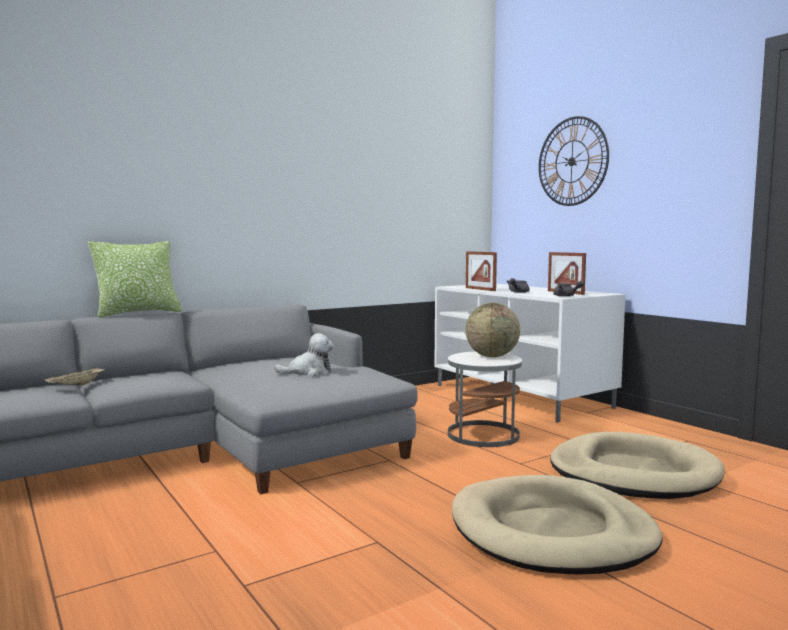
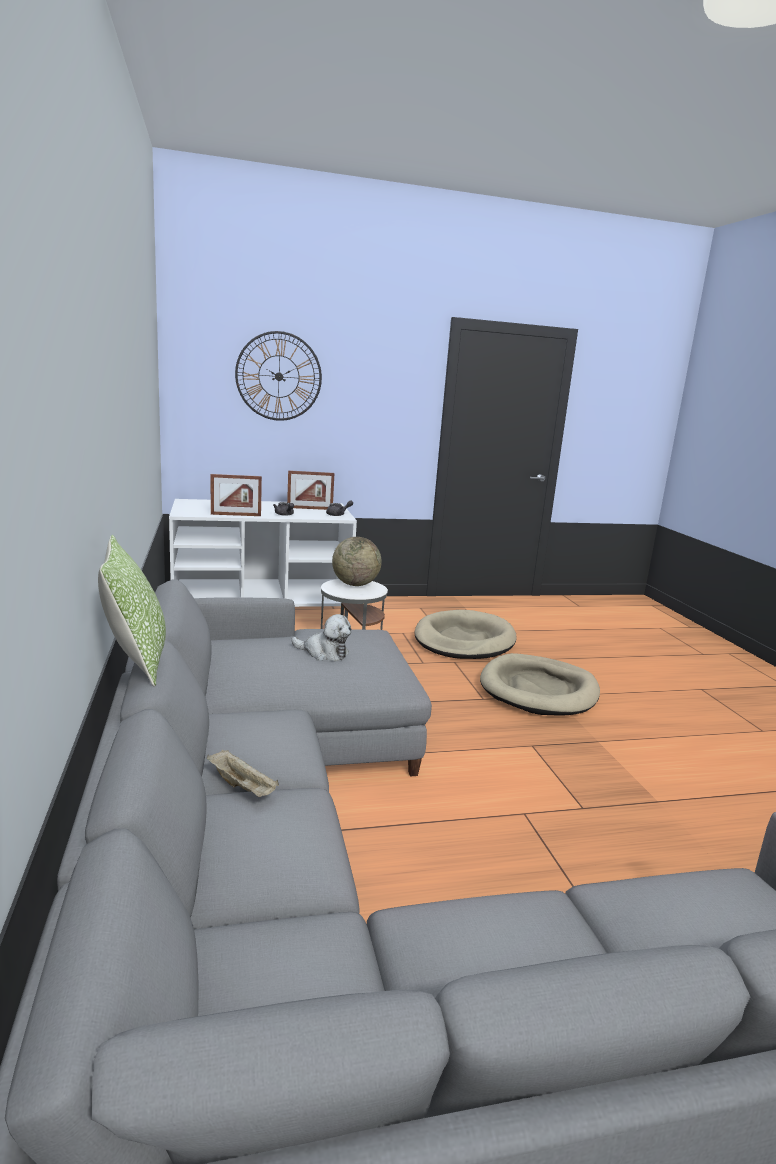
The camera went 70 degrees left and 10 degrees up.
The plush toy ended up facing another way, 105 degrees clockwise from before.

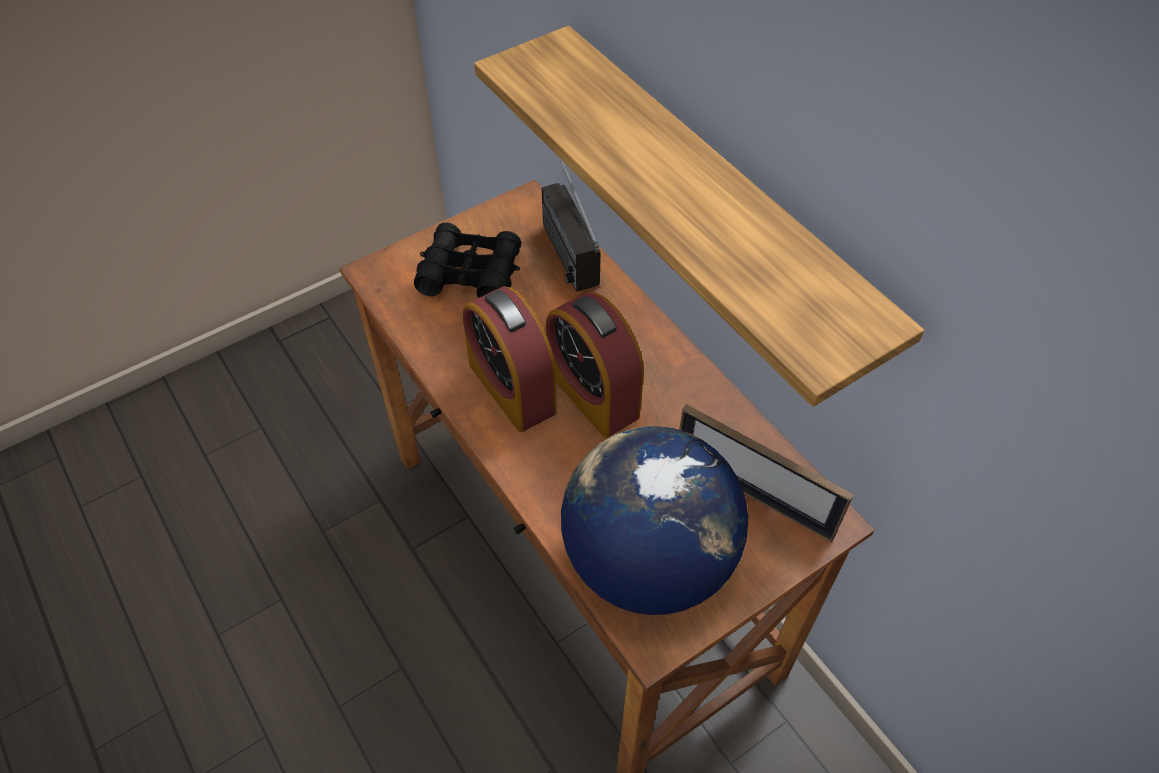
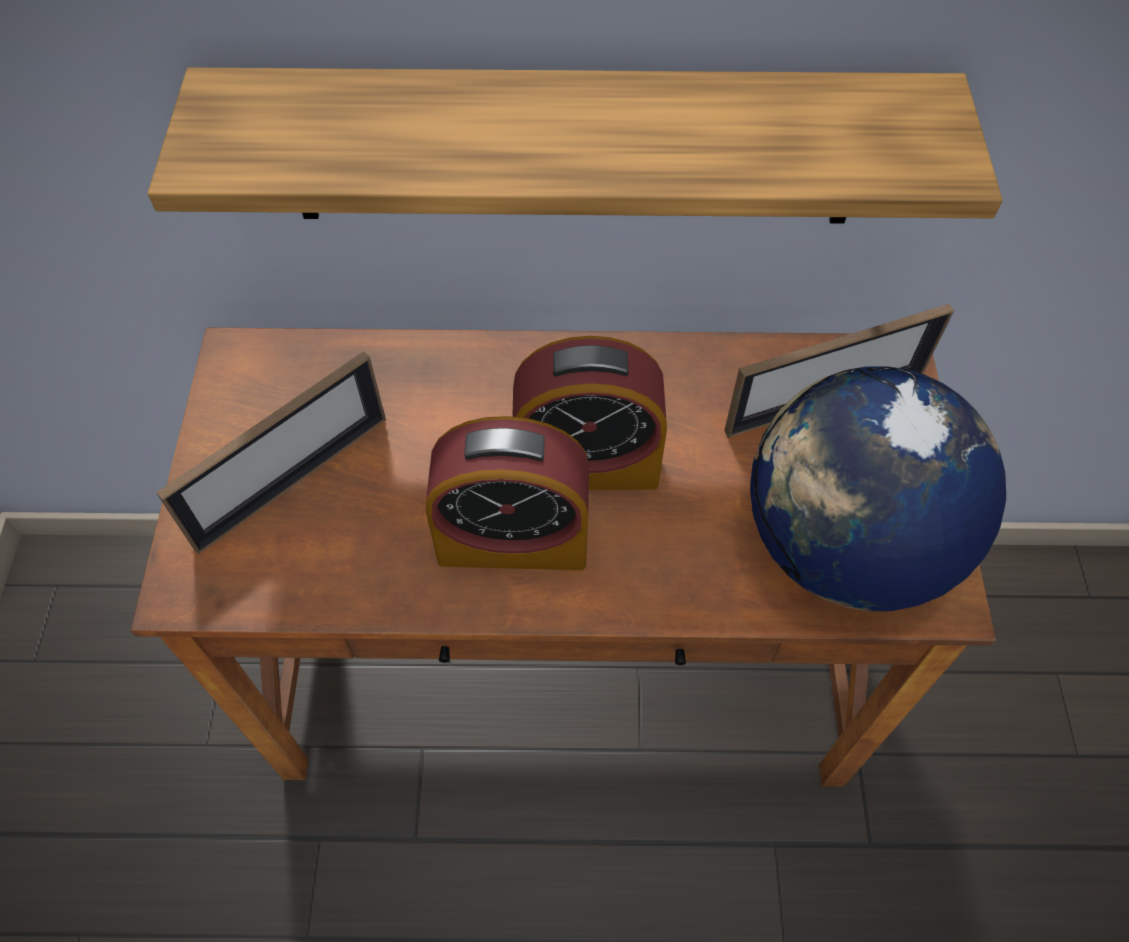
The camera went 55 degrees left and 5 degrees up.
Where the black binoculars stood, the picture frame (no. 1 from left) came to stand.
The second view lost the radio.

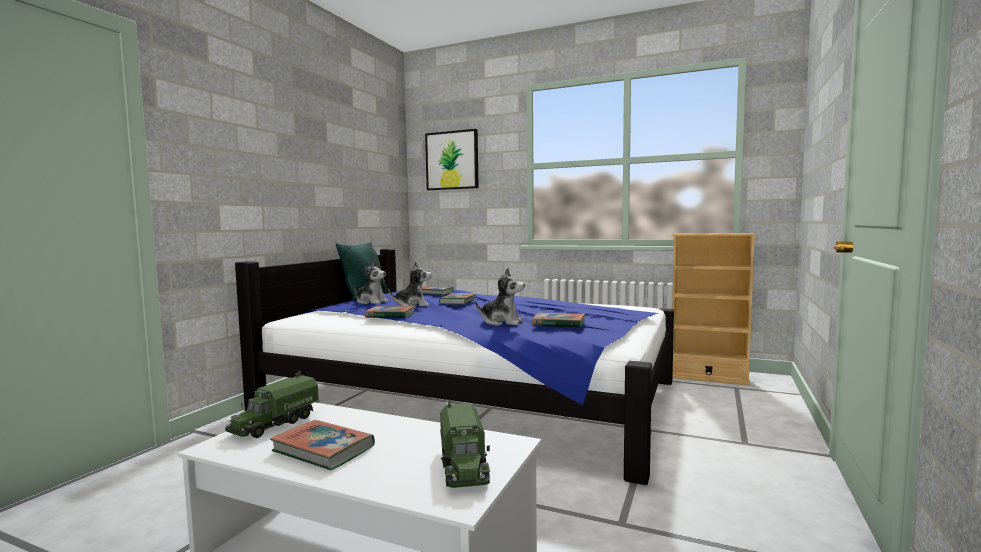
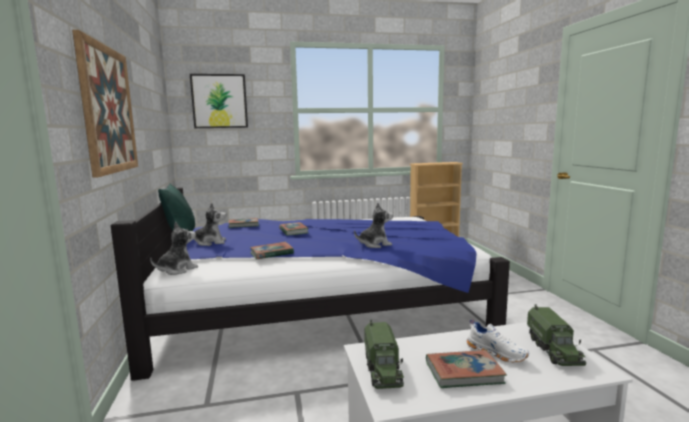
The camera went 35 degrees left and 5 degrees up.
The second view gained the picture (no. 1 from left).
The plush toy (no. 2 from left in the first image) ended up elsewhere.
The second view gained the white shoe.
The toy truck (no. 2 from left) ended up facing another way, 45 degrees clockwise from before.
The second view lost the book (no. 5 from left).

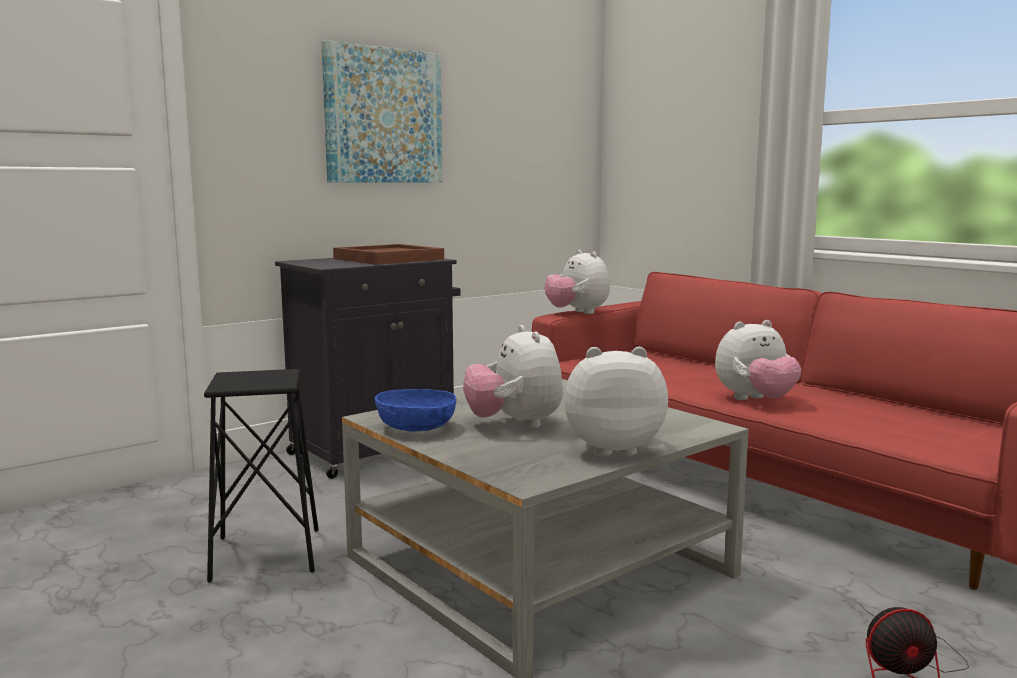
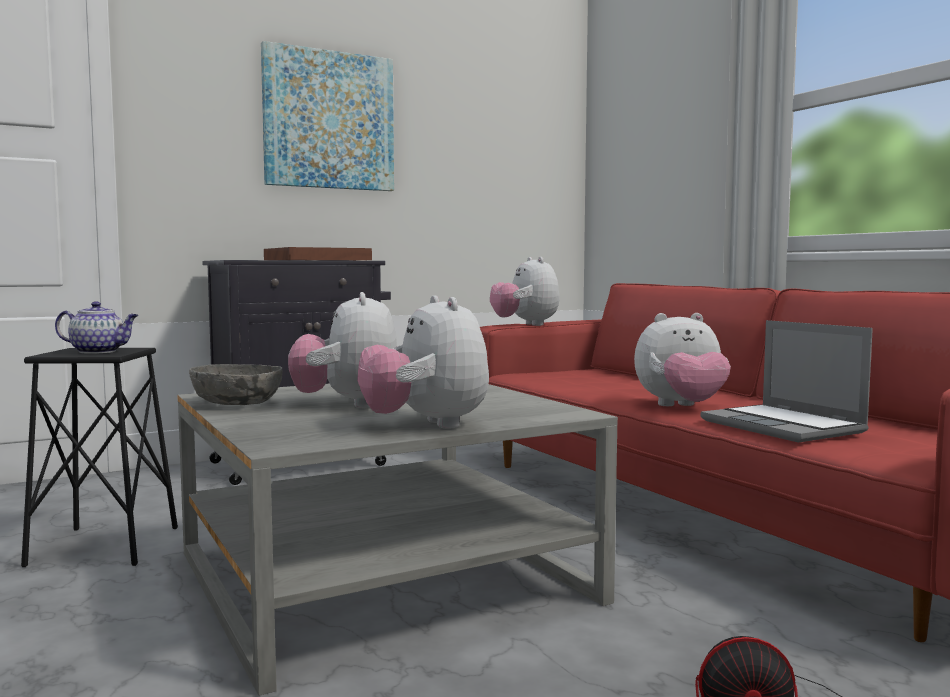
The camera went 10 degrees right and 5 degrees down.
The second view gained the teapot.
What was the blue bowl turned into the grey bowl.
The plush toy (no. 3 from left in the first image) ended up facing another way, 120 degrees counterclockwise from before.
The second view gained the laptop.

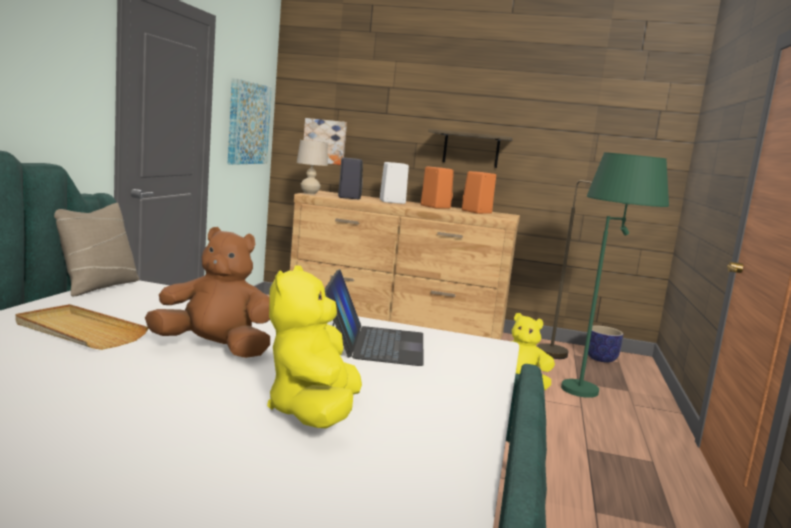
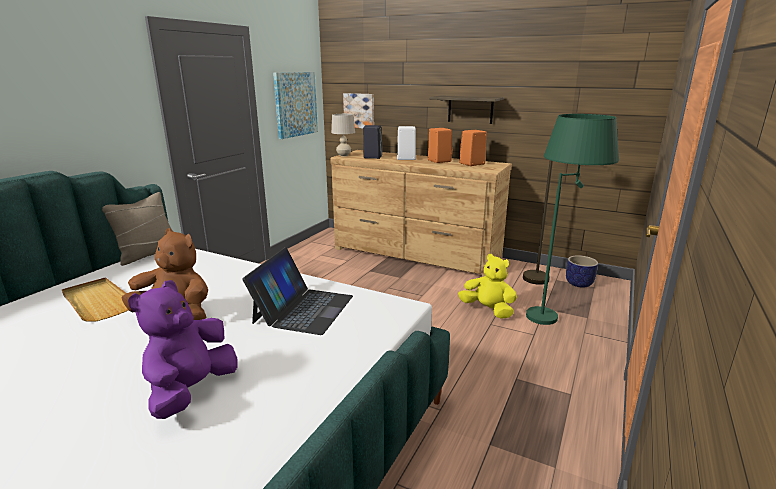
The camera went 15 degrees right and 10 degrees up.
What was the yellow plush toy (no. 1 from left) turned into the purple plush toy.

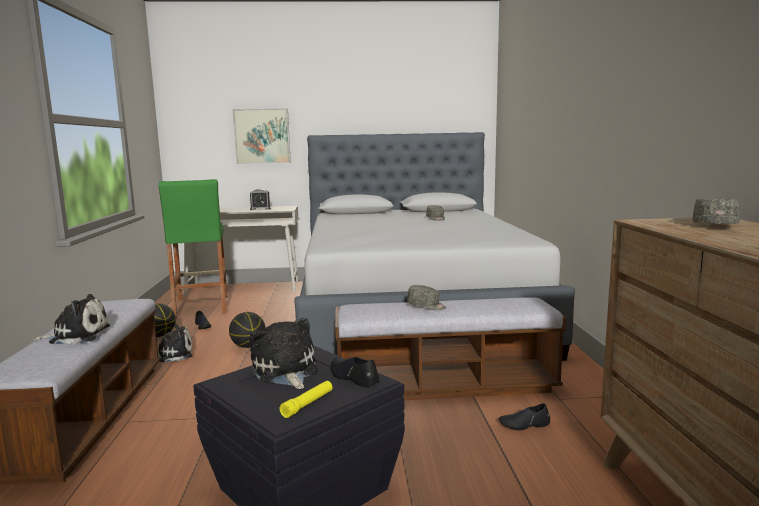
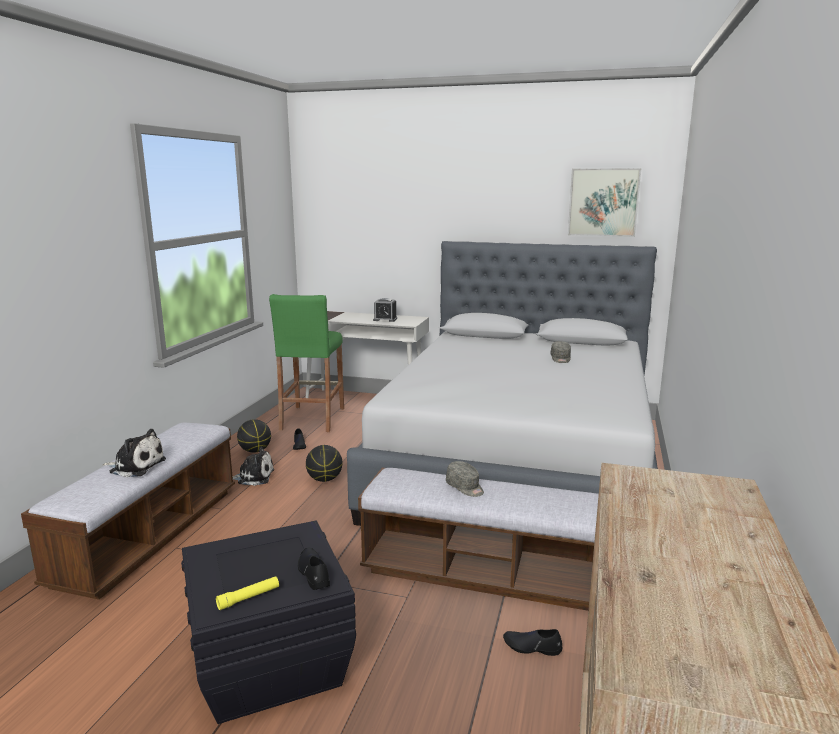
The camera went 20 degrees right and 5 degrees up.
The picture ended up elsewhere.
The second view lost the plush toy (no. 3 from left).
The second view lost the grey cap (no. 3 from left).

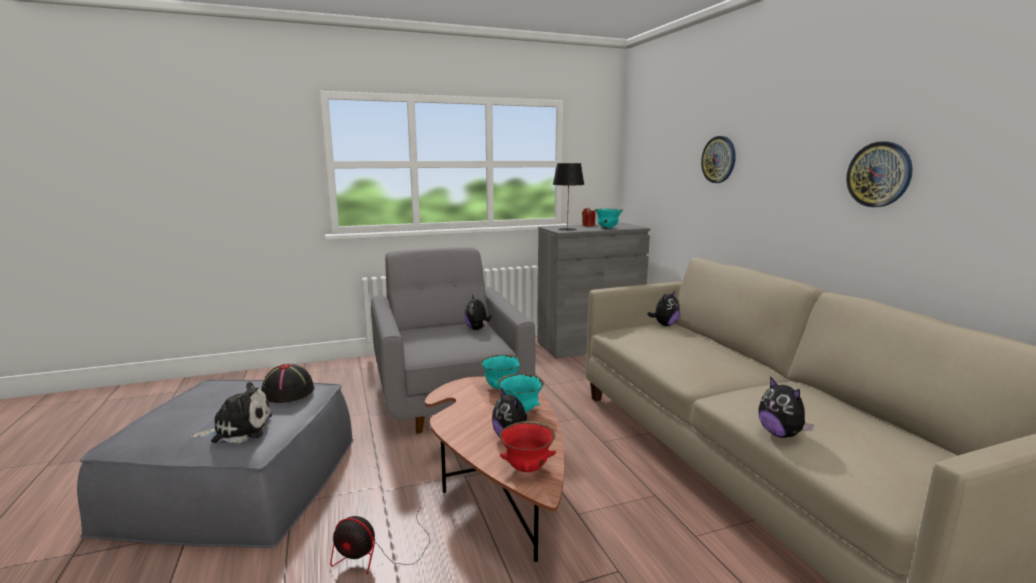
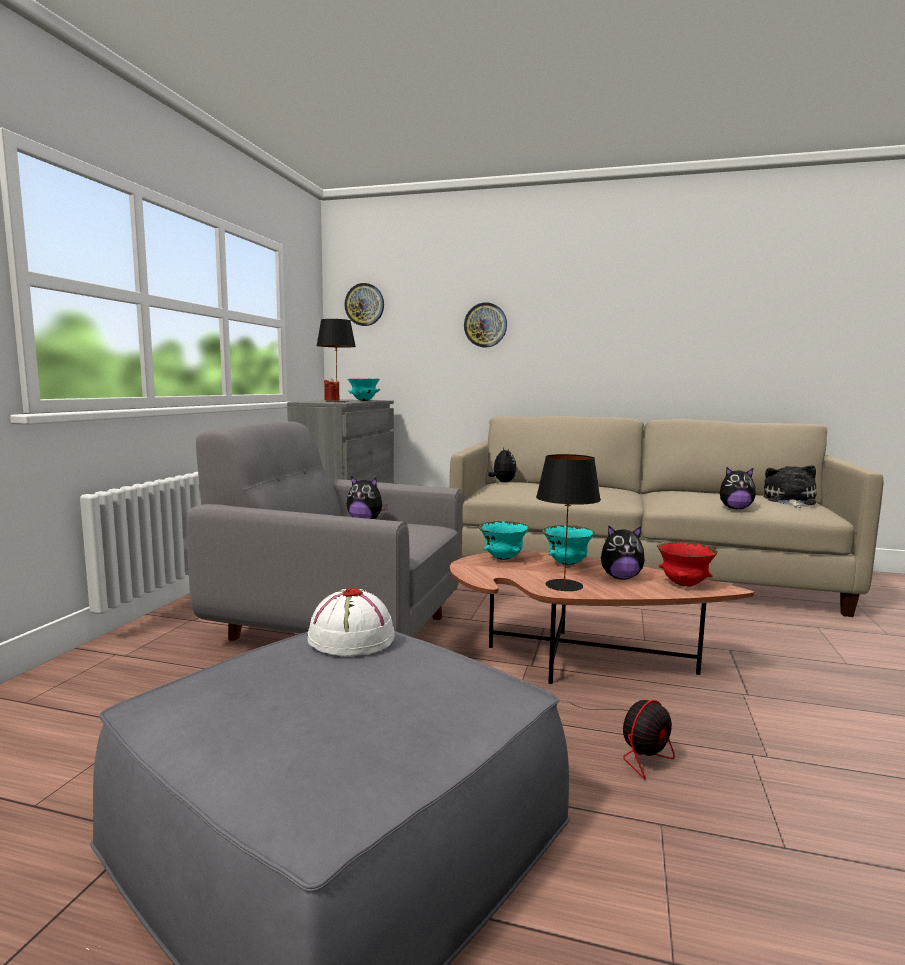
The camera went 55 degrees left and 5 degrees down.
What was the black hat turned into the white hat.
The wall clock (no. 2 from left in the first image) ended up elsewhere.
The second view gained the black table lamp (no. 2 from left).
The plush toy (no. 1 from left in the first image) ended up elsewhere.

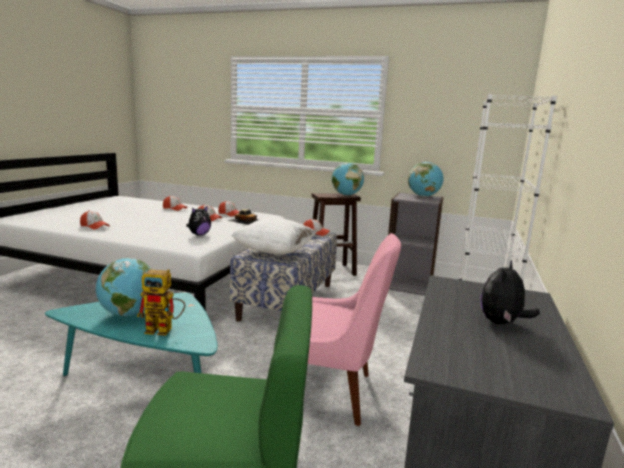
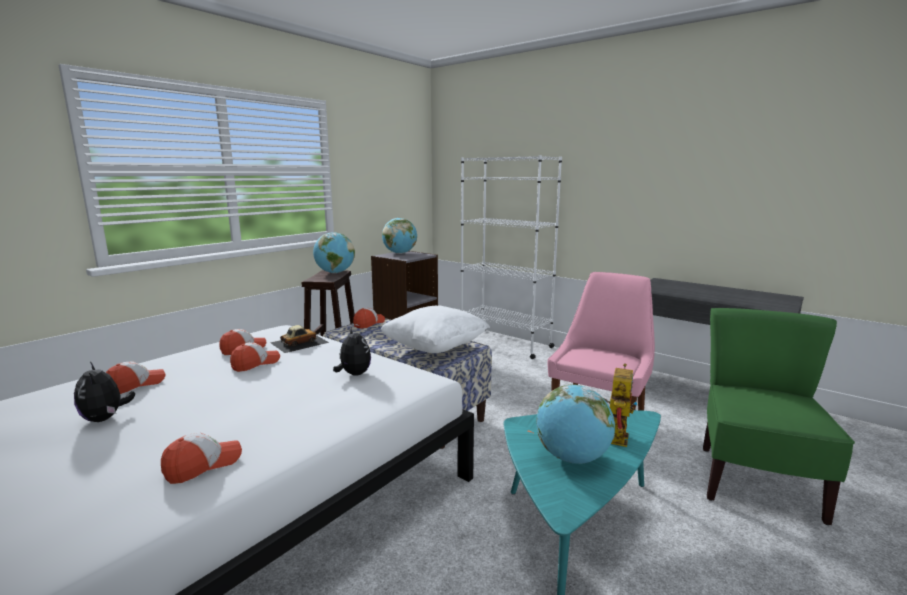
The camera went 70 degrees left and 0 degrees up.
The plush toy (no. 2 from left in the first image) ended up elsewhere.

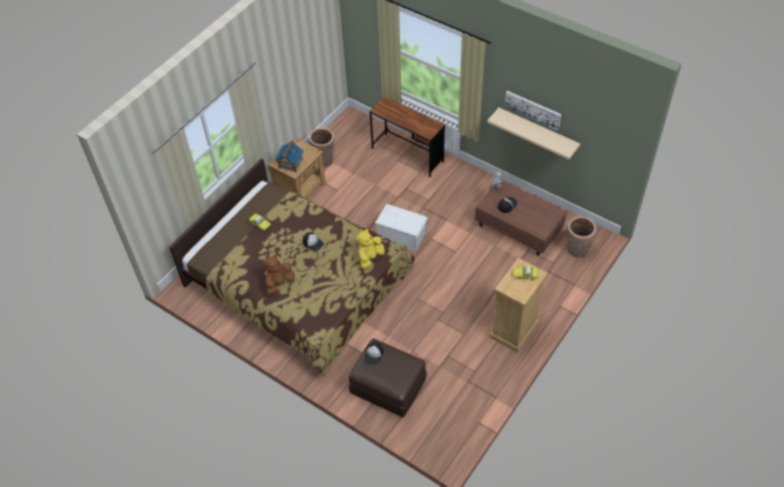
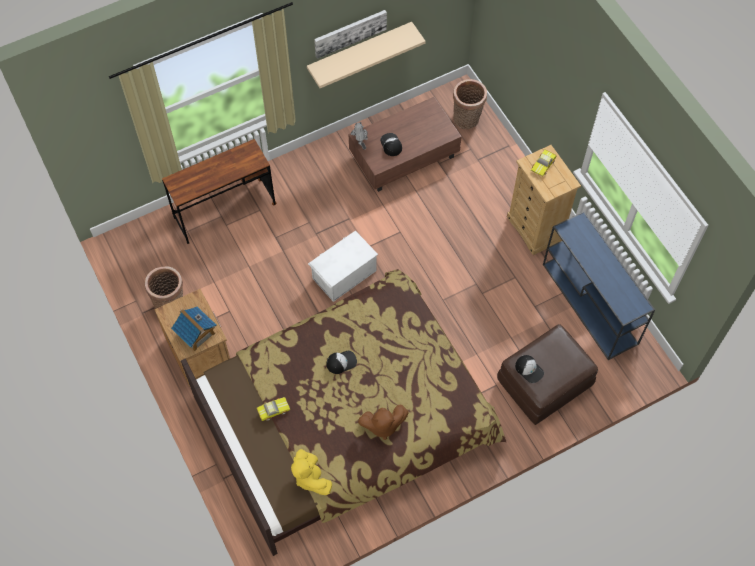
The camera went 65 degrees left and 10 degrees up.
The yellow plush toy ended up elsewhere.
The brown plush toy ended up facing another way, 75 degrees counterclockwise from before.
The second view gained the blue console table.

